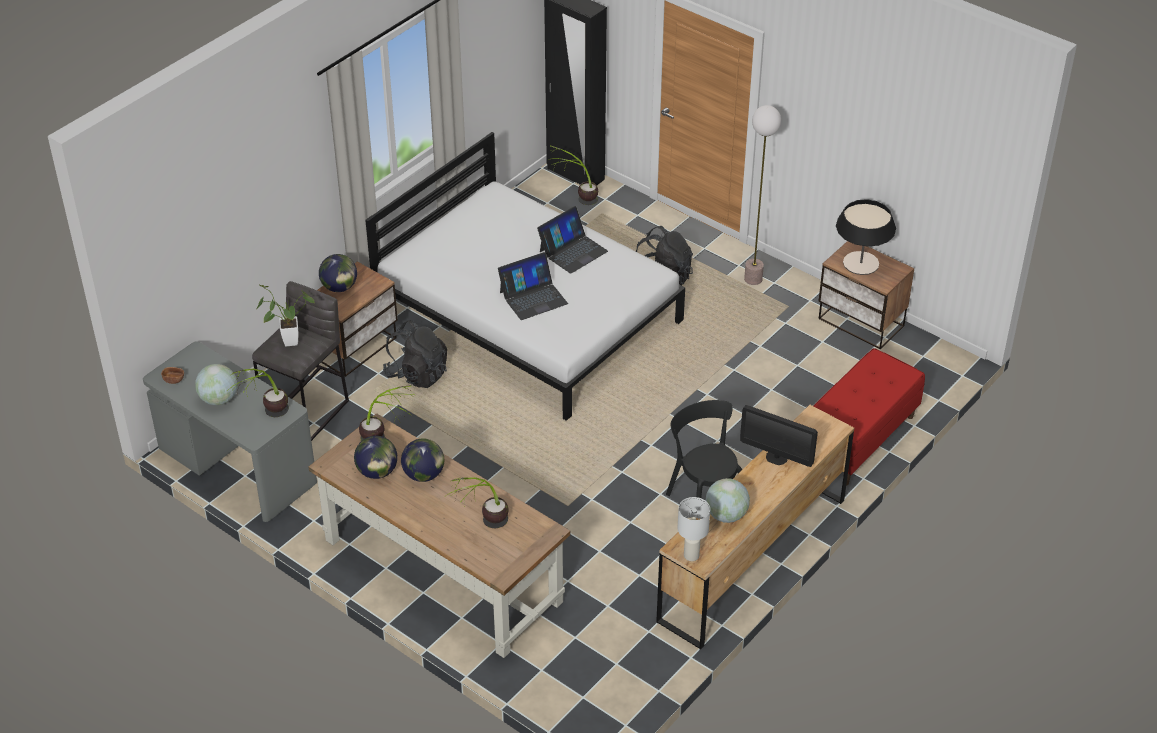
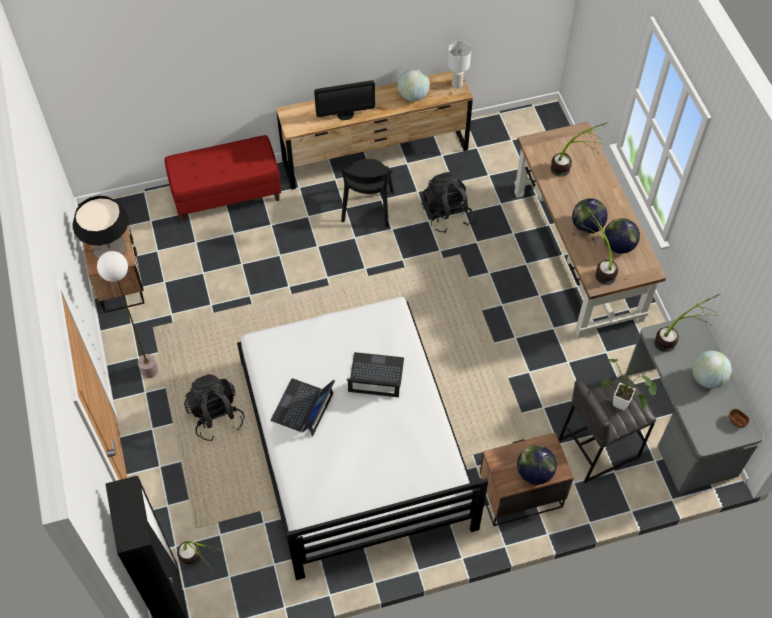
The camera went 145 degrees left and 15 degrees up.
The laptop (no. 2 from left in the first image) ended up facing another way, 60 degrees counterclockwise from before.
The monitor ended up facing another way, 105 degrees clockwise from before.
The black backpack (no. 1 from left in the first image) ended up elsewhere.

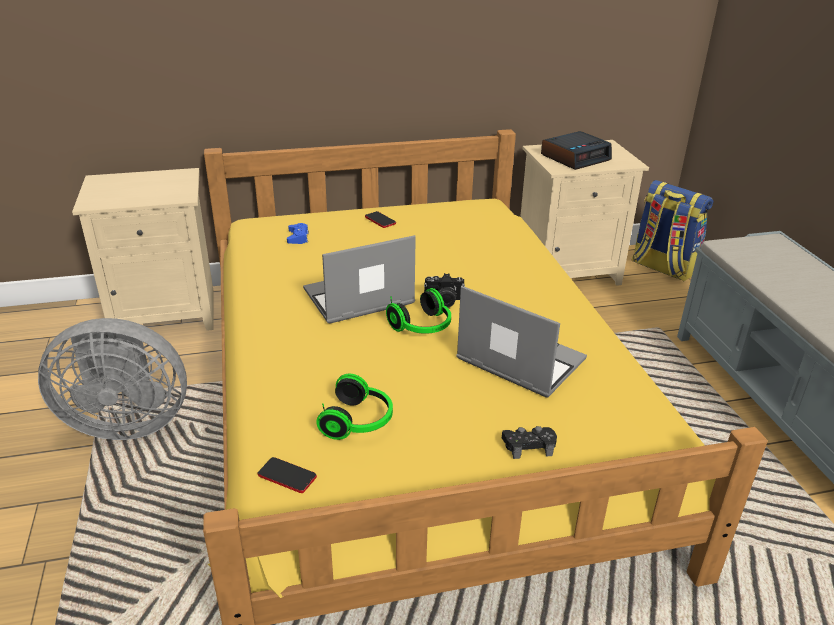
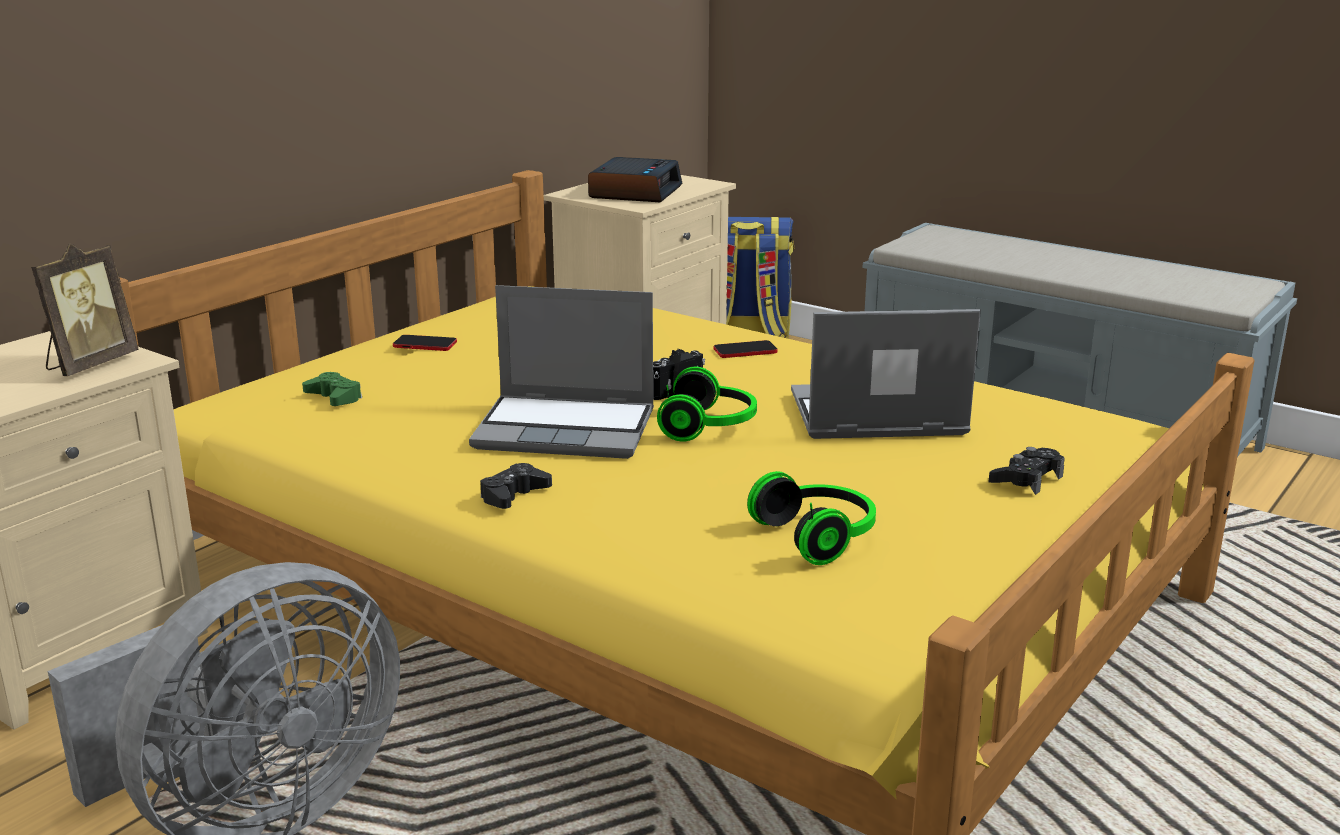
The camera went 40 degrees left and 10 degrees down.
The second view gained the picture frame.
What was the blue game controller turned into the green game controller.
The laptop (no. 1 from left) ended up facing another way, 105 degrees counterclockwise from before.
The second view gained the black game controller (no. 1 from left).
The phone (no. 1 from left in the first image) ended up elsewhere.

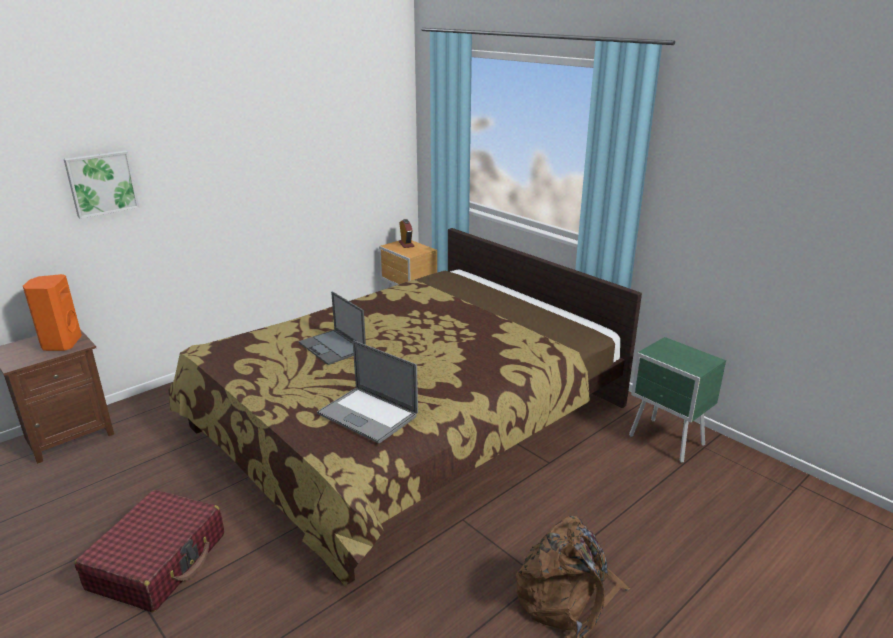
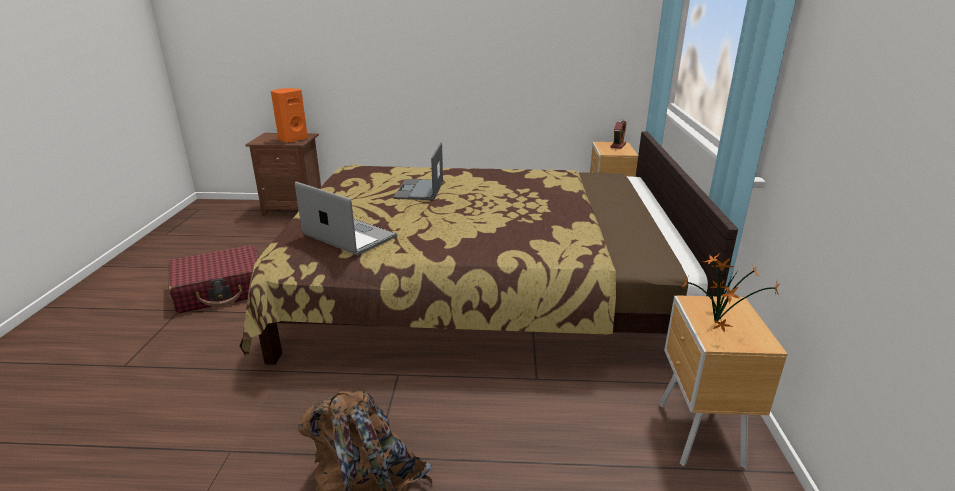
The camera went 45 degrees right and 0 degrees up.
The laptop (no. 2 from left in the first image) ended up facing another way, 135 degrees clockwise from before.
What was the green nightstand turned into the brown nightstand (no. 3 from left).
The second view gained the potted plant.
The second view lost the picture.

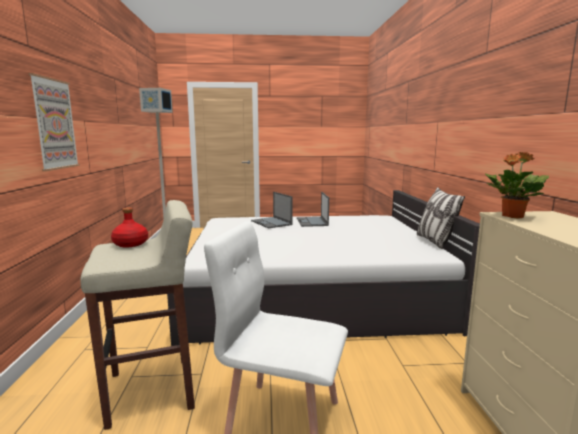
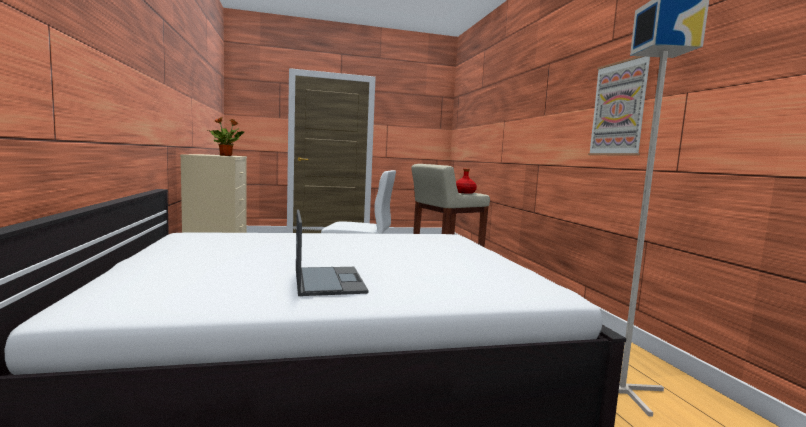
The camera went 170 degrees right and 5 degrees down.
The second view lost the laptop (no. 1 from left).
The second view lost the pillow.

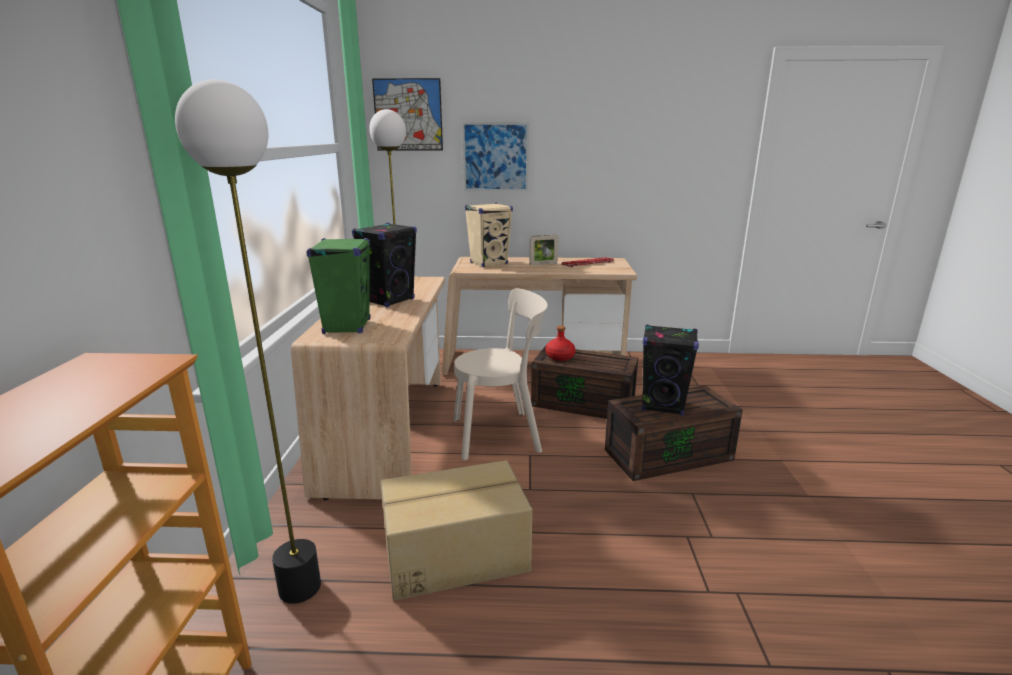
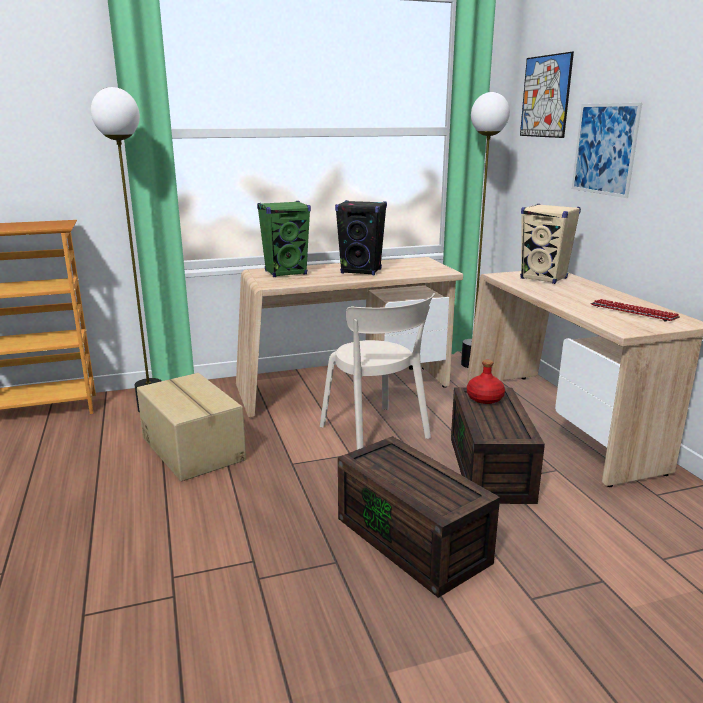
The camera went 70 degrees right and 0 degrees up.
The second view lost the picture frame.
The second view lost the black speaker (no. 2 from left).

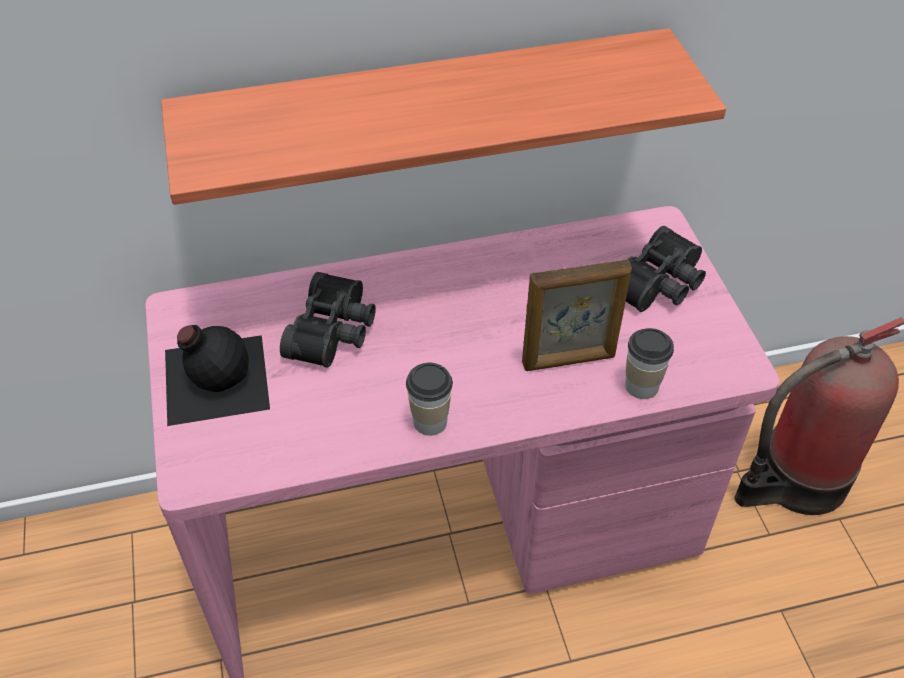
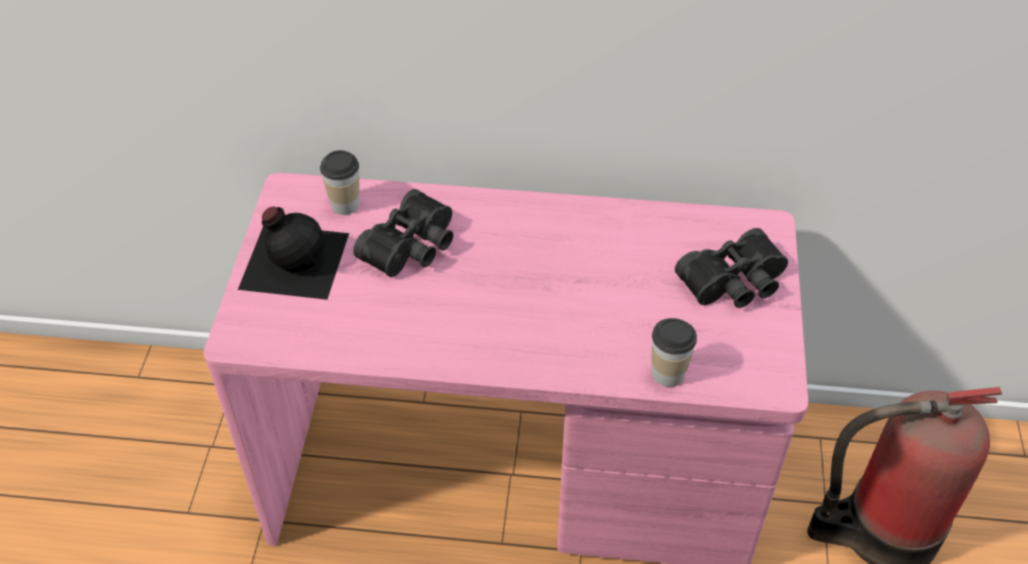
The camera went 20 degrees right and 0 degrees up.
The cup (no. 1 from left) ended up elsewhere.
The second view lost the shelf.
The second view lost the picture frame.

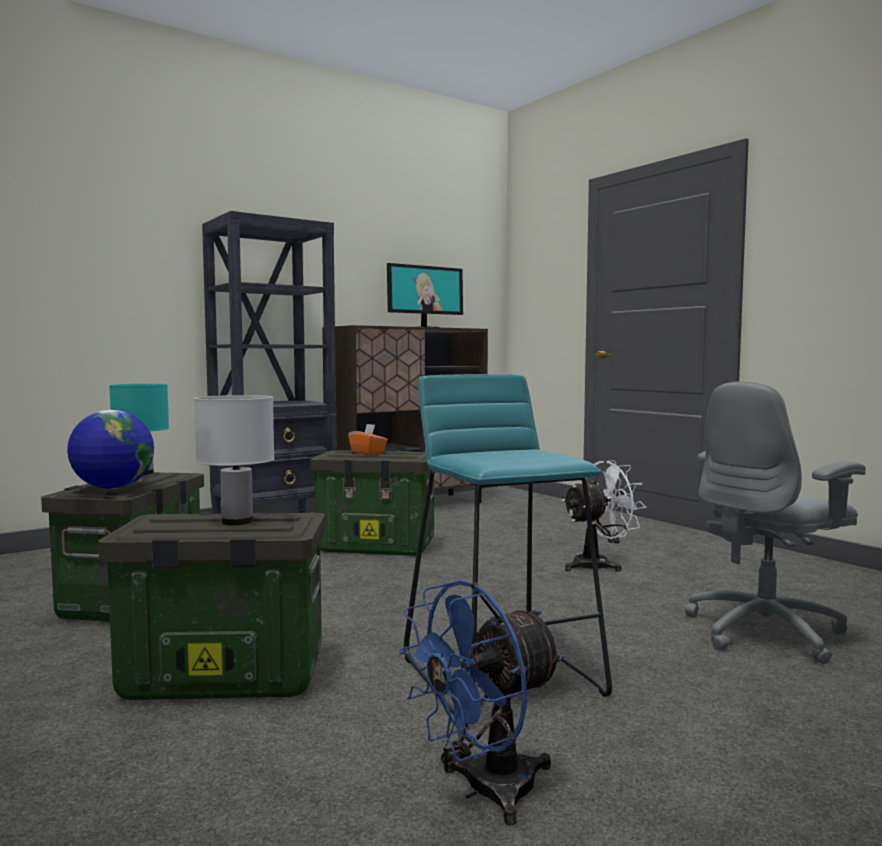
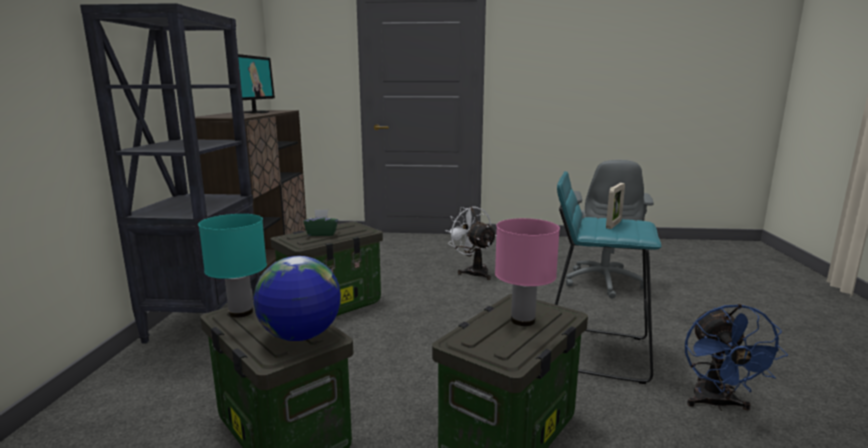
The camera went 50 degrees left and 10 degrees up.
What was the orange tissue box turned into the green tissue box.
The white fan ended up facing another way, 45 degrees counterclockwise from before.
What was the white table lamp turned into the pink table lamp.
The second view gained the picture frame.

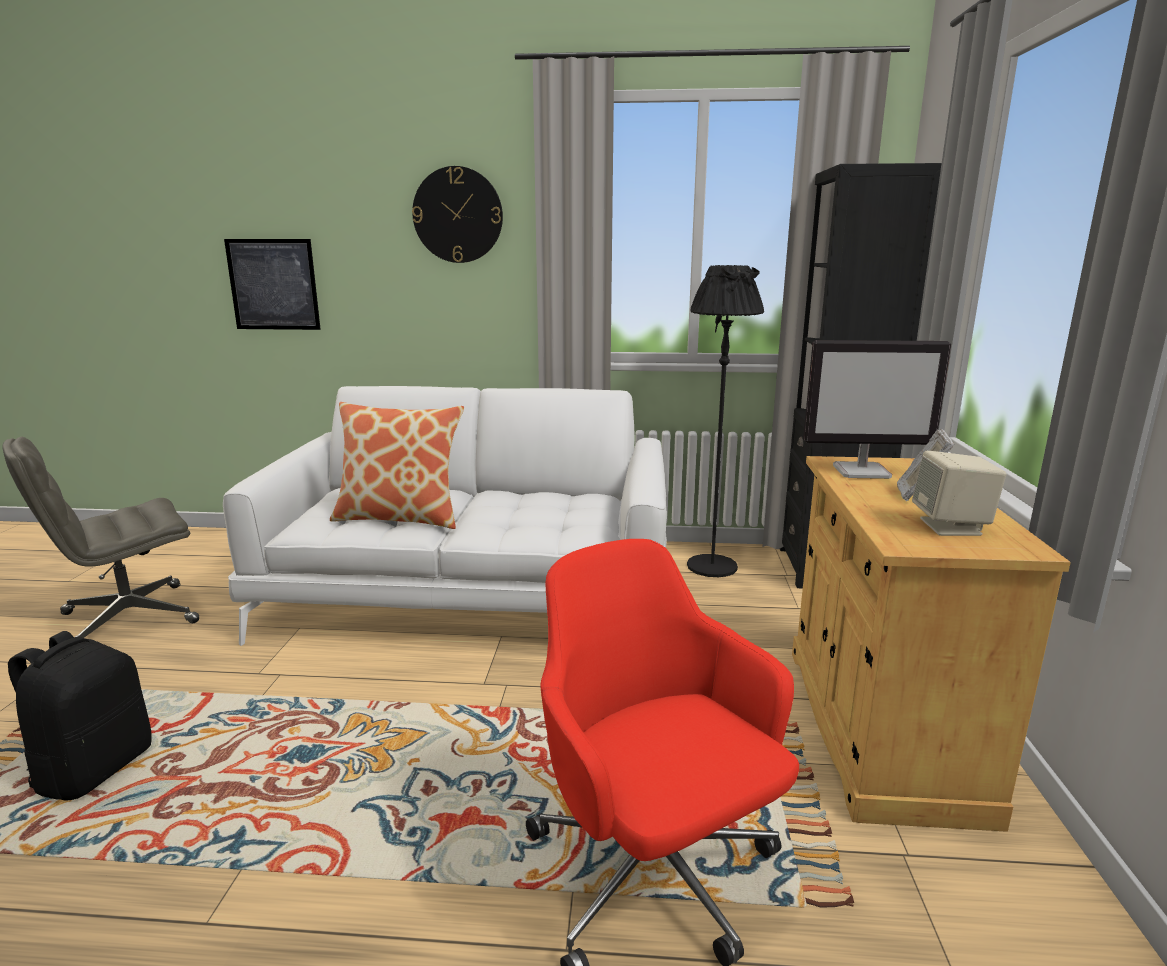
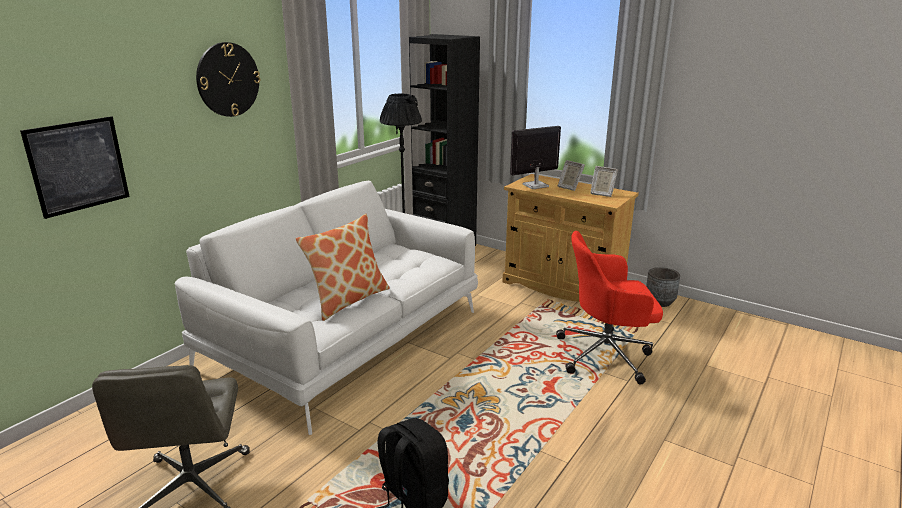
The camera went 60 degrees left and 5 degrees up.
The monitor ended up facing another way, 150 degrees counterclockwise from before.
Where the beige speaker stood, the picture frame (no. 2 from left) came to stand.
The second view gained the grey planter.

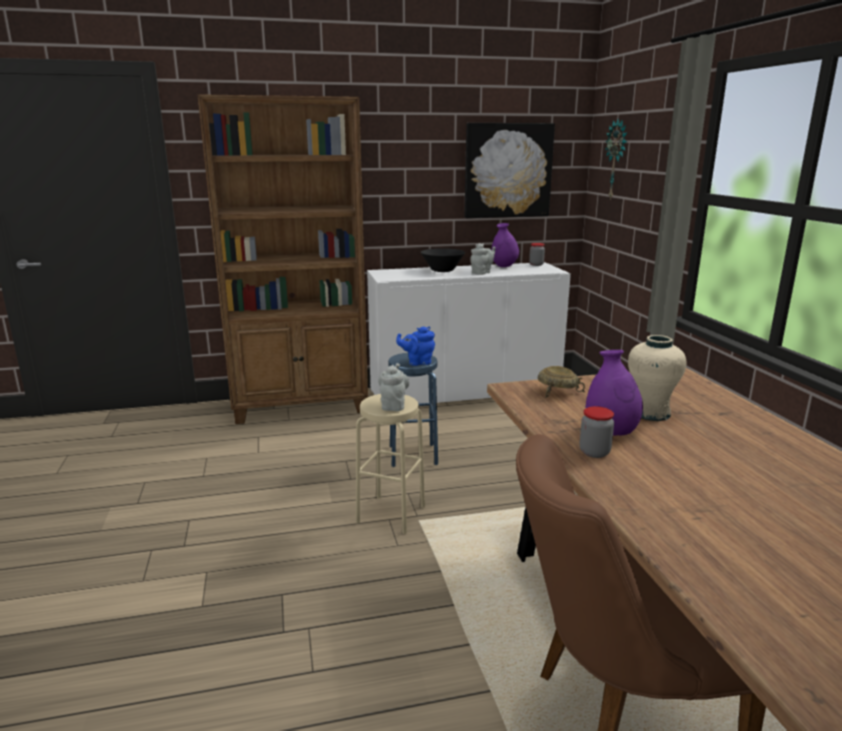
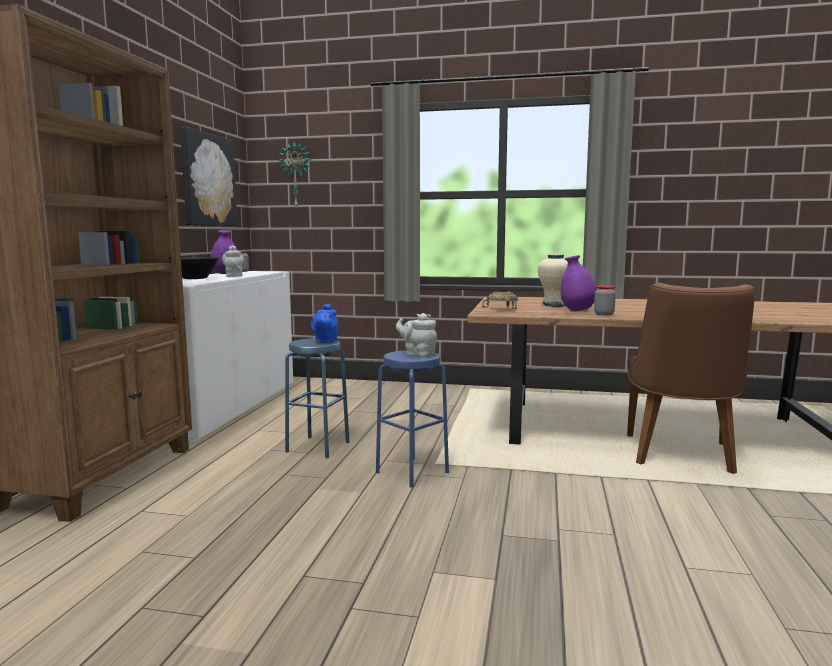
The camera went 65 degrees left and 10 degrees down.
What was the beige stool turned into the blue stool (no. 2 from left).

